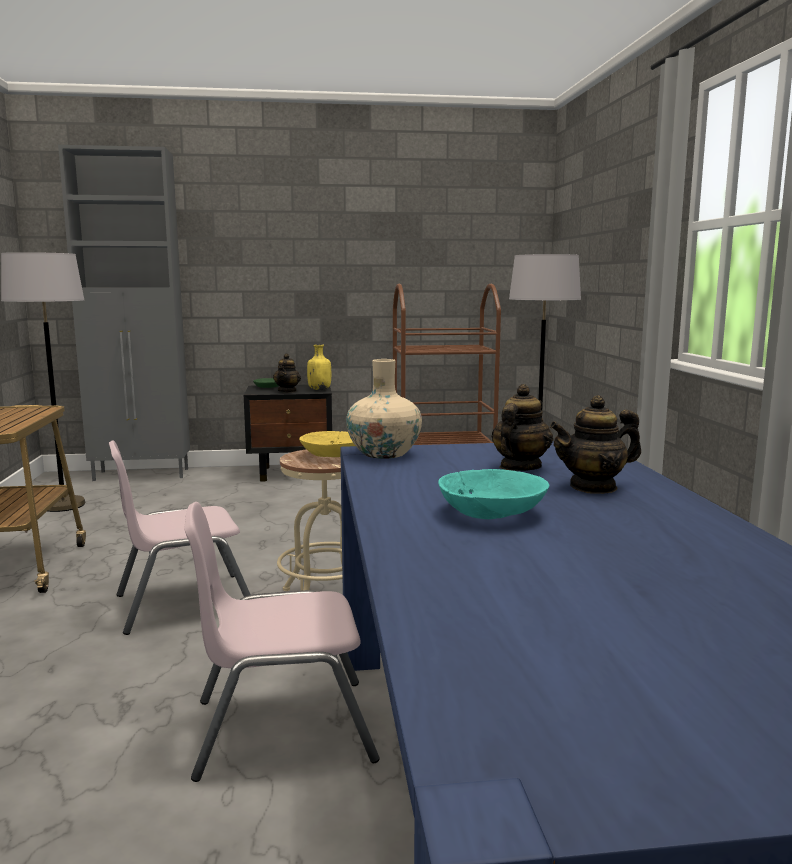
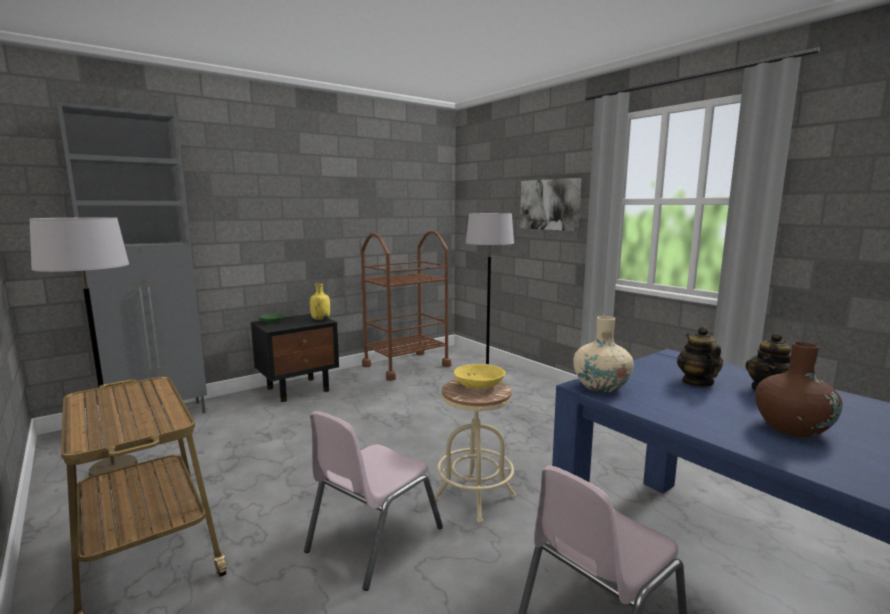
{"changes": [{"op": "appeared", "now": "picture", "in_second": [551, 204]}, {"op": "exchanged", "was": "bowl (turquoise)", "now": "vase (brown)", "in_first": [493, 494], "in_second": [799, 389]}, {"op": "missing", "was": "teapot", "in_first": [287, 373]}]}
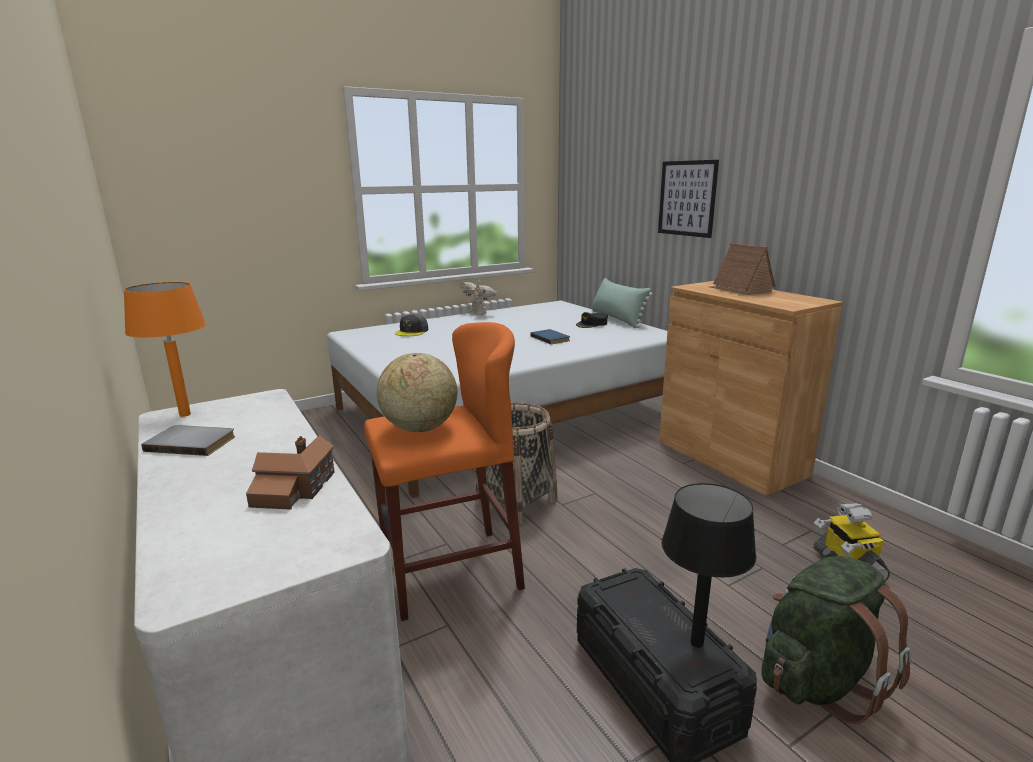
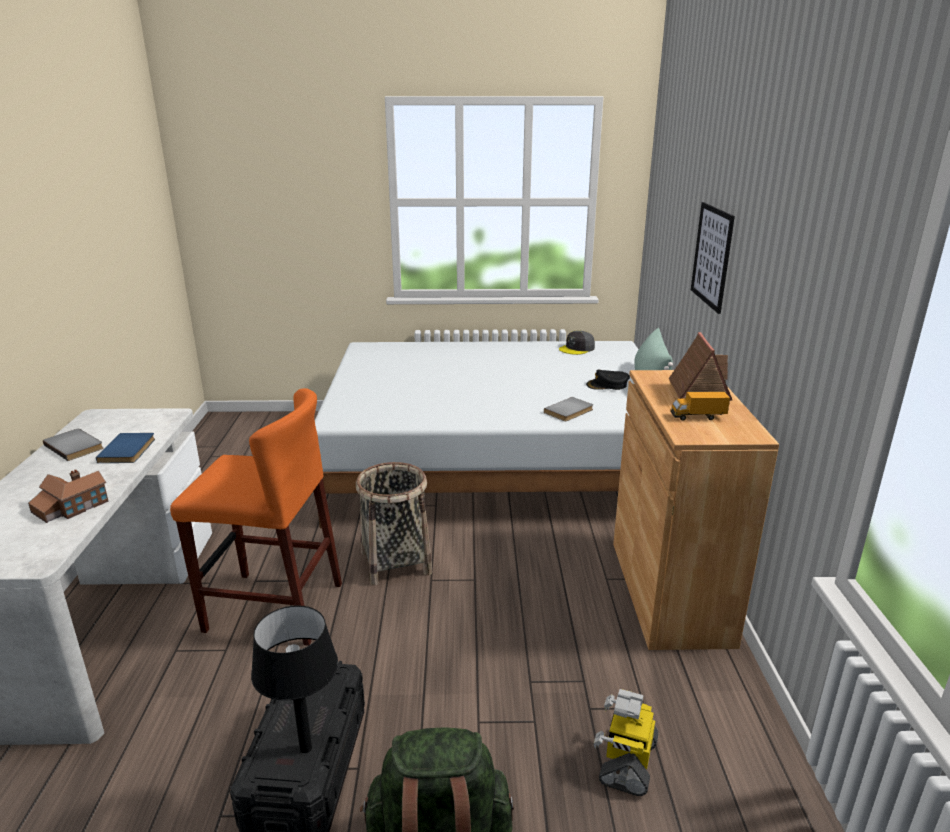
{"changes": [{"op": "relocated", "was": "book (blue)", "in_first": [550, 336], "in_second": [125, 448]}, {"op": "appeared", "now": "book (grey)", "in_second": [568, 409]}, {"op": "relocated", "was": "cap (grey)", "in_first": [411, 325], "in_second": [577, 343]}, {"op": "appeared", "now": "toy truck", "in_second": [700, 406]}, {"op": "missing", "was": "table lamp (orange)", "in_first": [164, 349]}, {"op": "missing", "was": "globe", "in_first": [417, 392]}, {"op": "missing", "was": "toy robot", "in_first": [478, 296]}]}
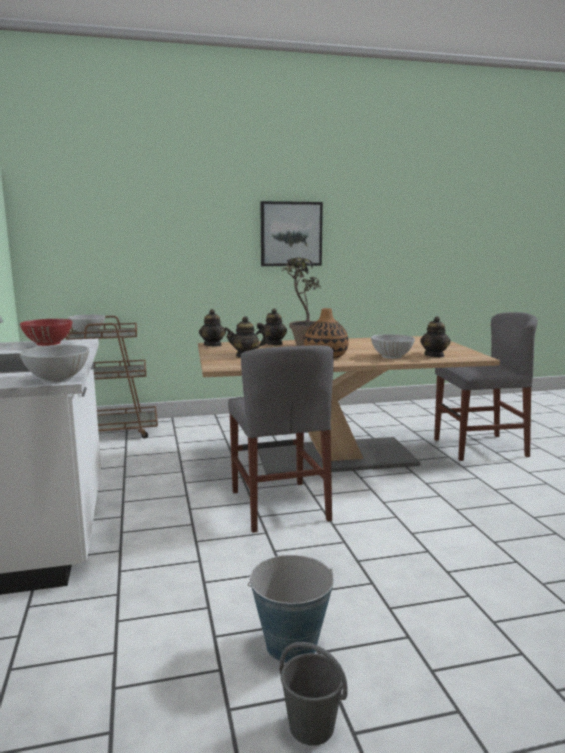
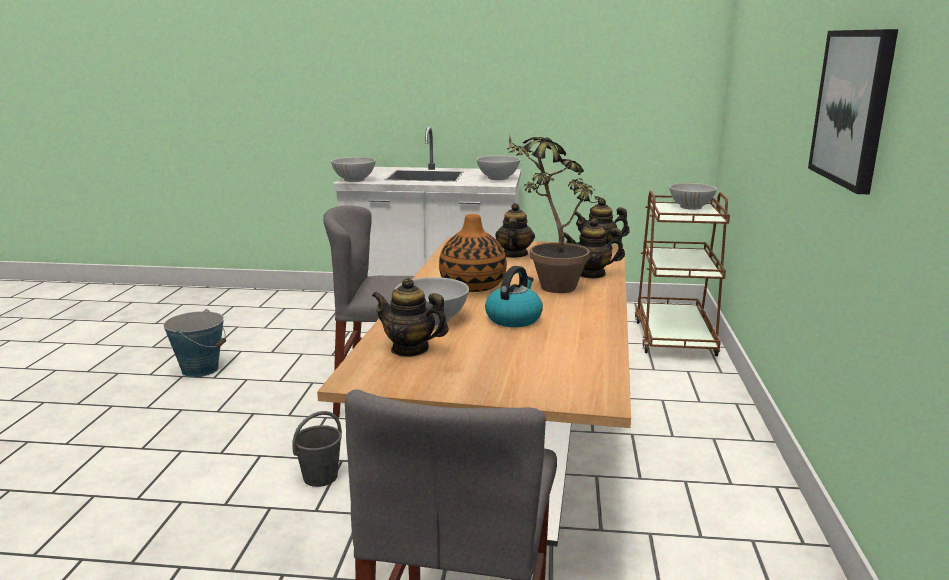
{"changes": [{"op": "relocated", "was": "bucket (grey)", "in_first": [313, 694], "in_second": [317, 449]}, {"op": "colour", "was": "bowl (red)", "now": "bowl (white)", "in_first": [46, 332], "in_second": [498, 167]}, {"op": "appeared", "now": "kettle", "in_second": [514, 296]}]}
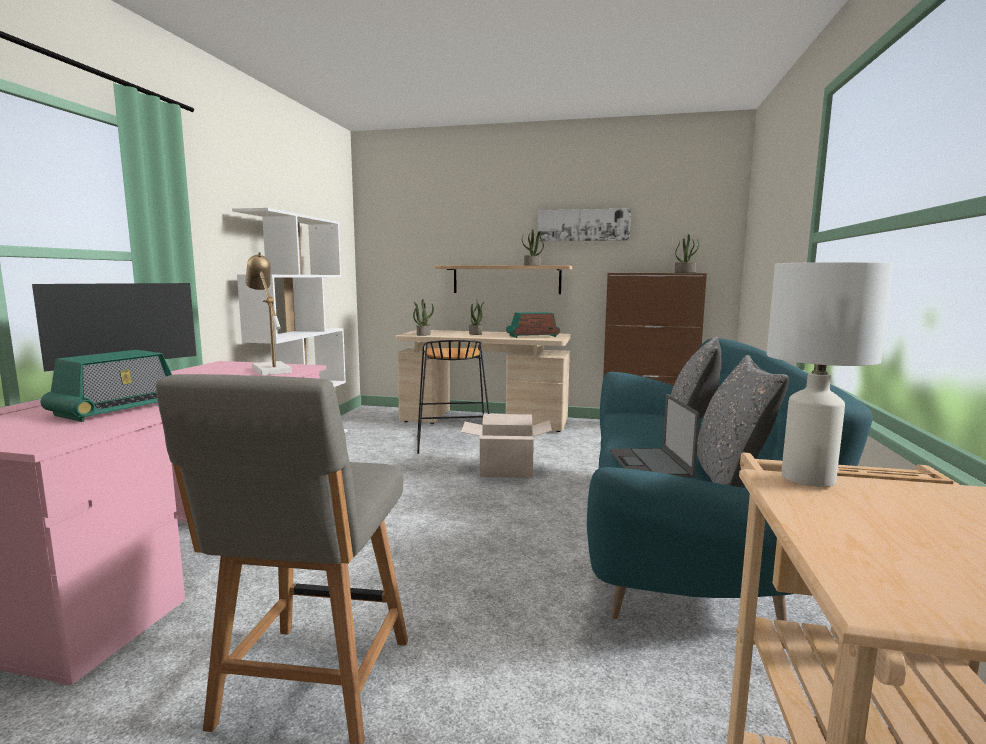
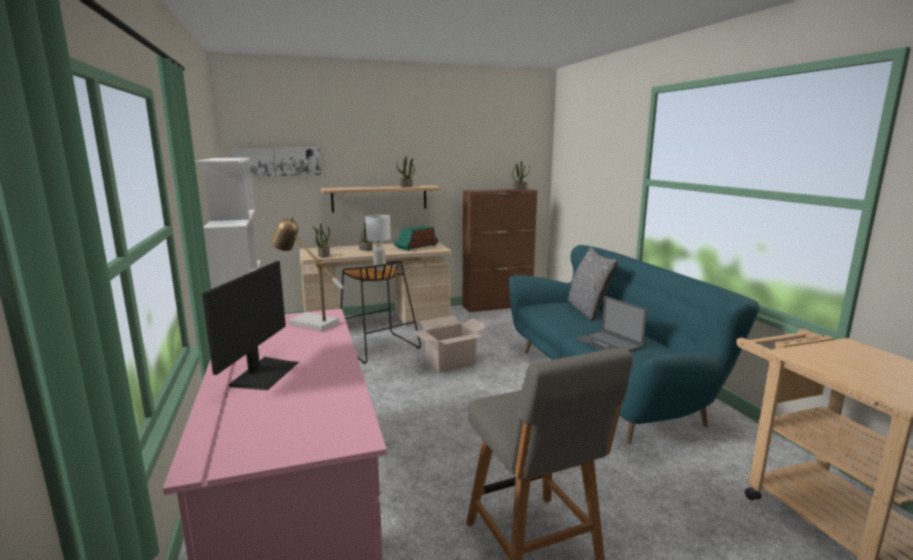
{"changes": [{"op": "relocated", "was": "picture", "in_first": [584, 224], "in_second": [277, 162]}, {"op": "relocated", "was": "table lamp (white)", "in_first": [830, 374], "in_second": [378, 242]}, {"op": "missing", "was": "radio", "in_first": [106, 386]}, {"op": "missing", "was": "pillow (grey)", "in_first": [743, 421]}]}
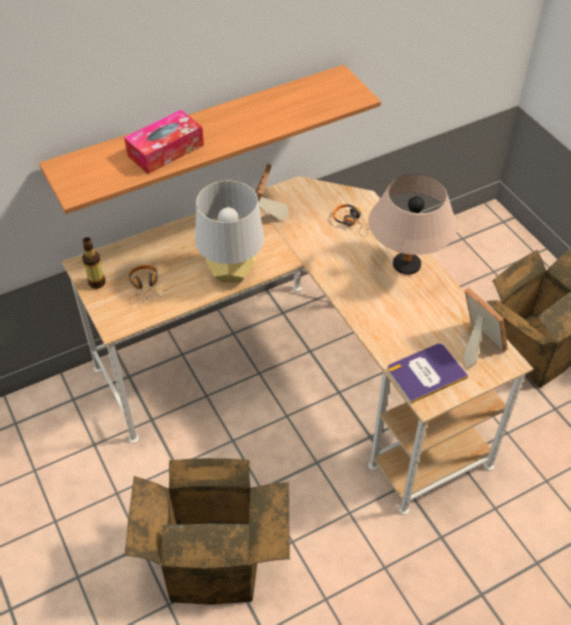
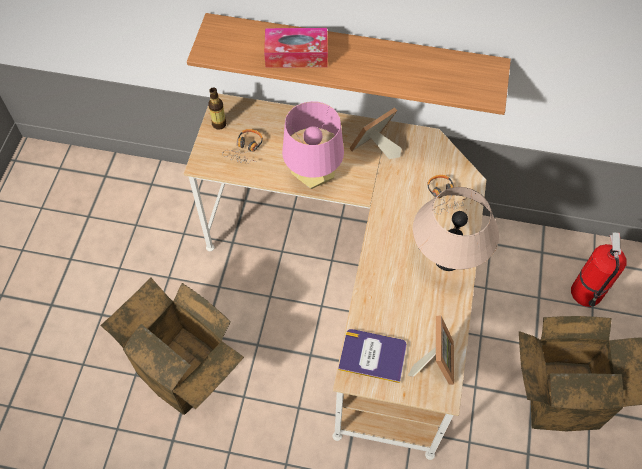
{"changes": [{"op": "colour", "was": "table lamp (grey)", "now": "table lamp (pink)", "in_first": [229, 232], "in_second": [313, 145]}, {"op": "appeared", "now": "fire extinguisher", "in_second": [599, 269]}]}
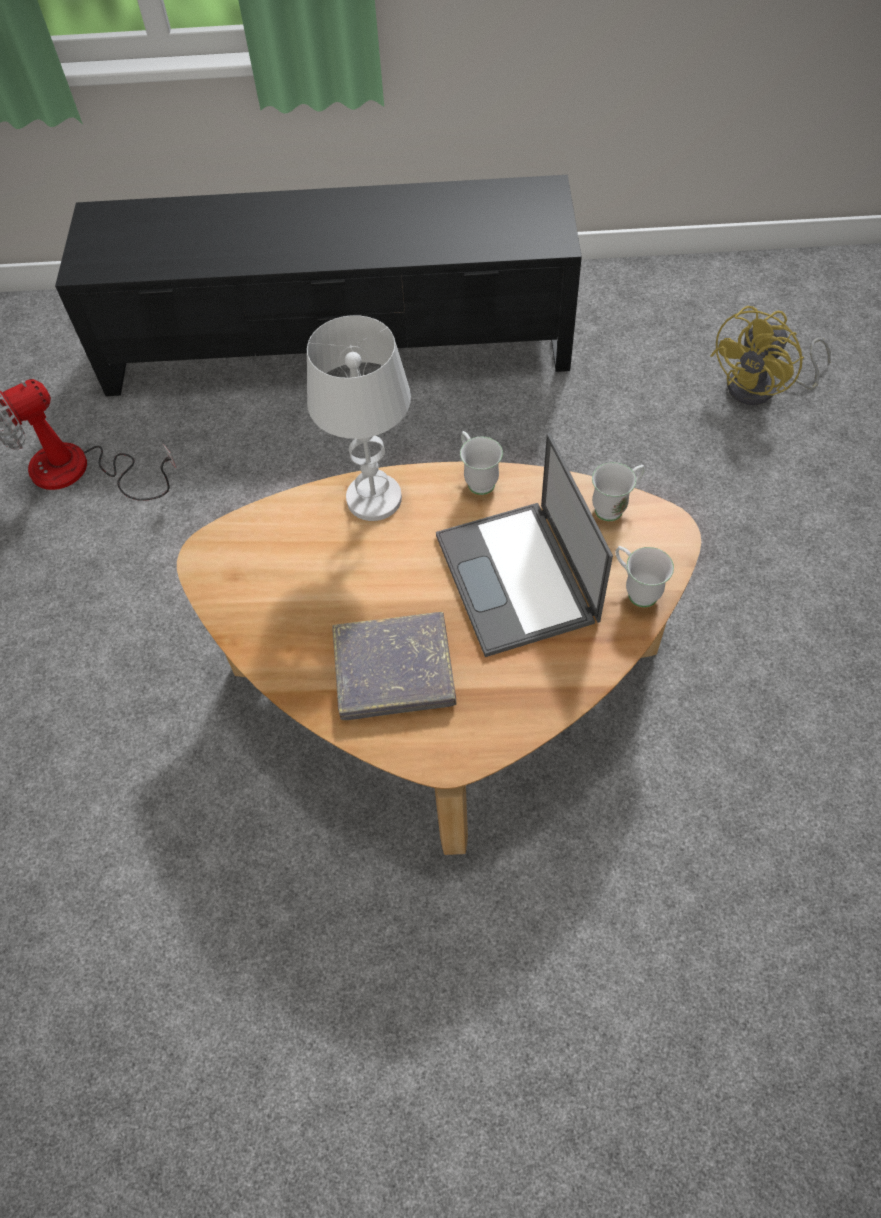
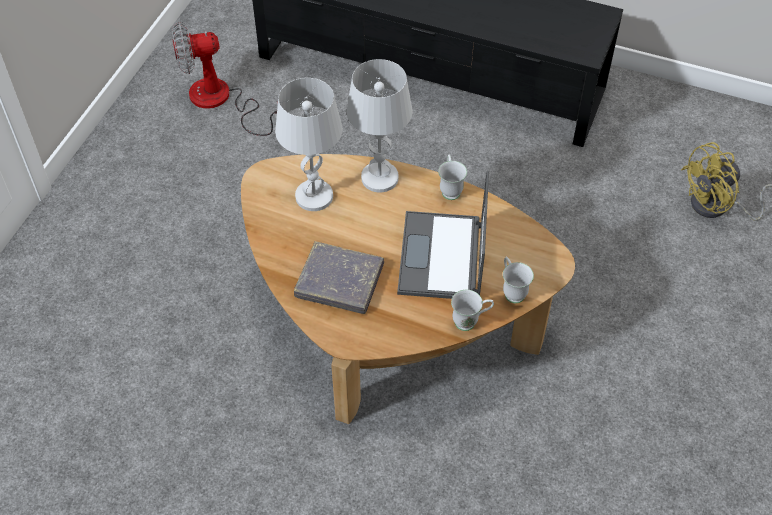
{"changes": [{"op": "appeared", "now": "table lamp (white)", "in_second": [309, 144]}, {"op": "relocated", "was": "mug (white)", "in_first": [618, 491], "in_second": [472, 310]}]}
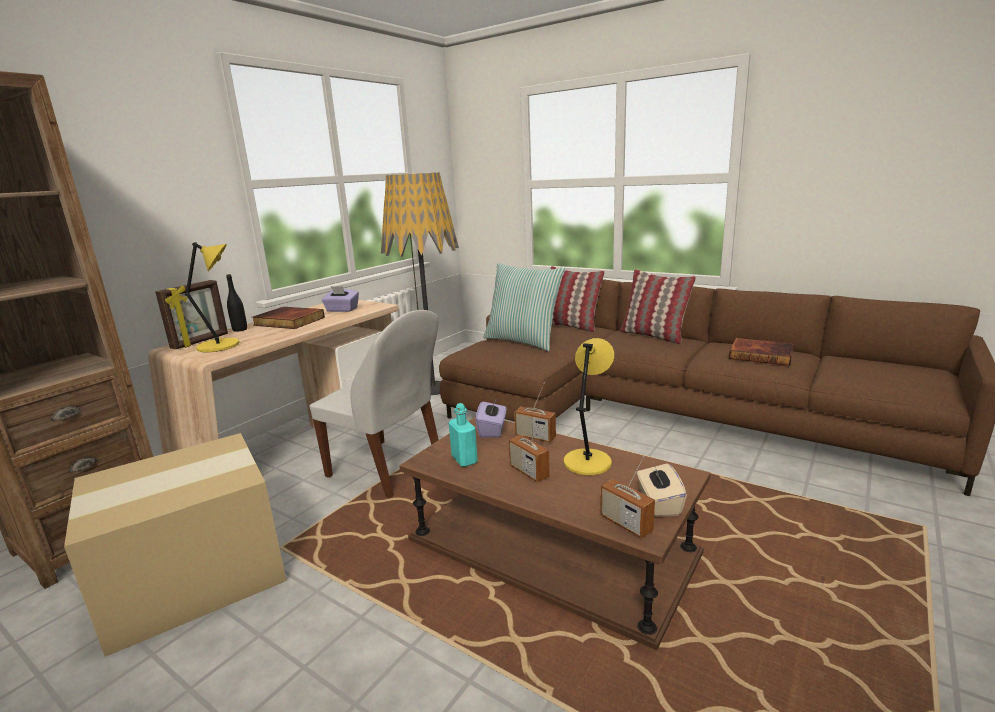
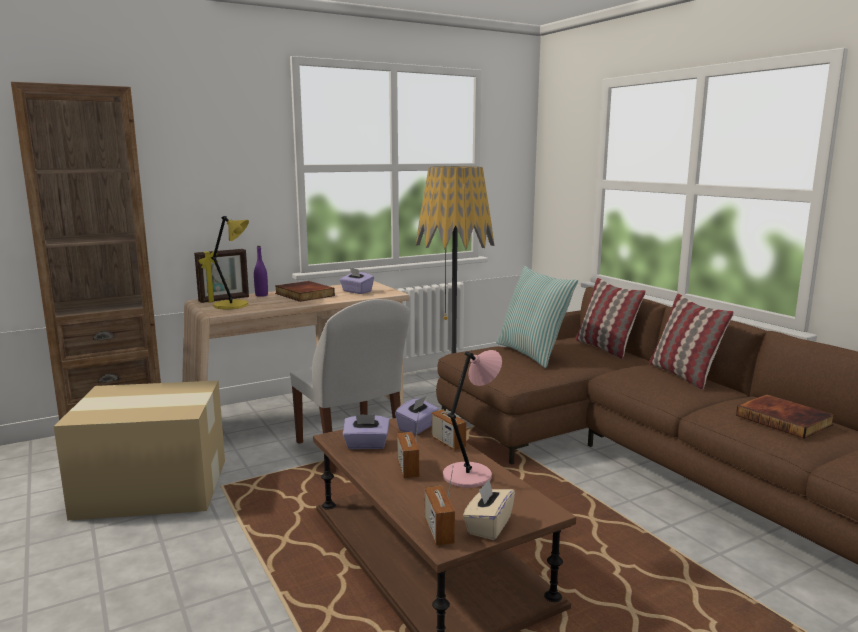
{"changes": [{"op": "colour", "was": "bottle (black)", "now": "bottle (purple)", "in_first": [236, 303], "in_second": [261, 271]}, {"op": "exchanged", "was": "bottle (turquoise)", "now": "tissue box (purple)", "in_first": [463, 435], "in_second": [366, 431]}, {"op": "colour", "was": "table lamp (yellow)", "now": "table lamp (pink)", "in_first": [589, 406], "in_second": [472, 419]}]}
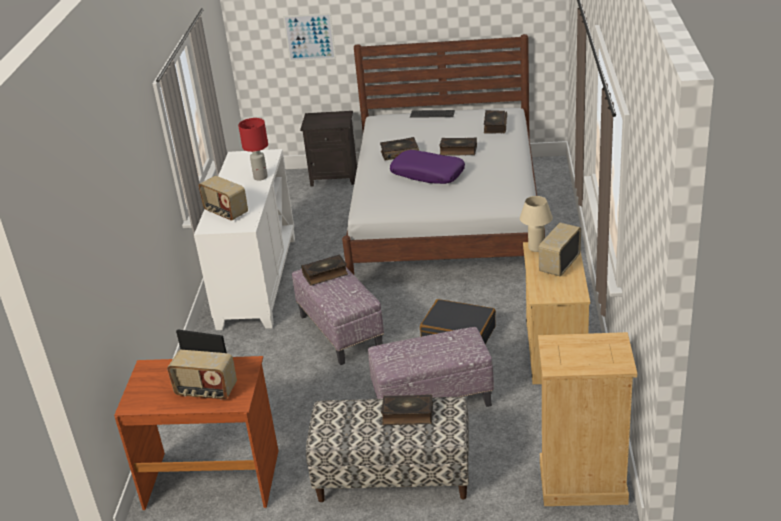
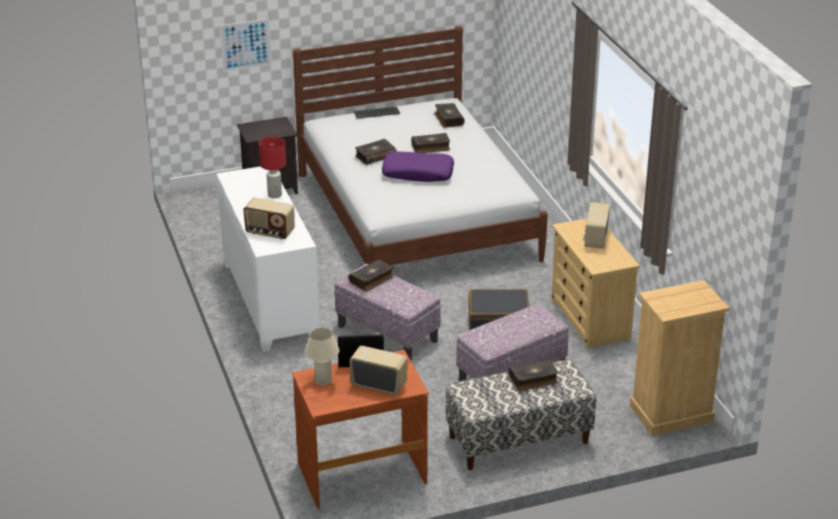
{"changes": [{"op": "relocated", "was": "table lamp (beige)", "in_first": [536, 224], "in_second": [322, 357]}, {"op": "spun", "was": "radio", "in_first": [202, 375], "in_second": [378, 370], "clockwise": -150}]}
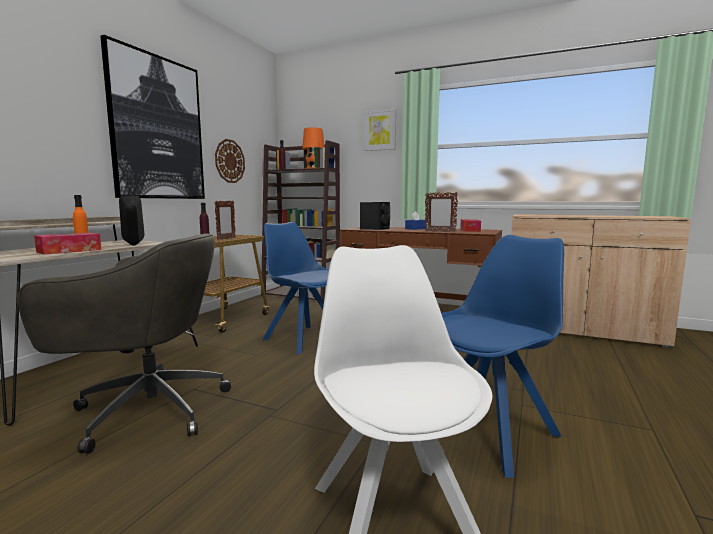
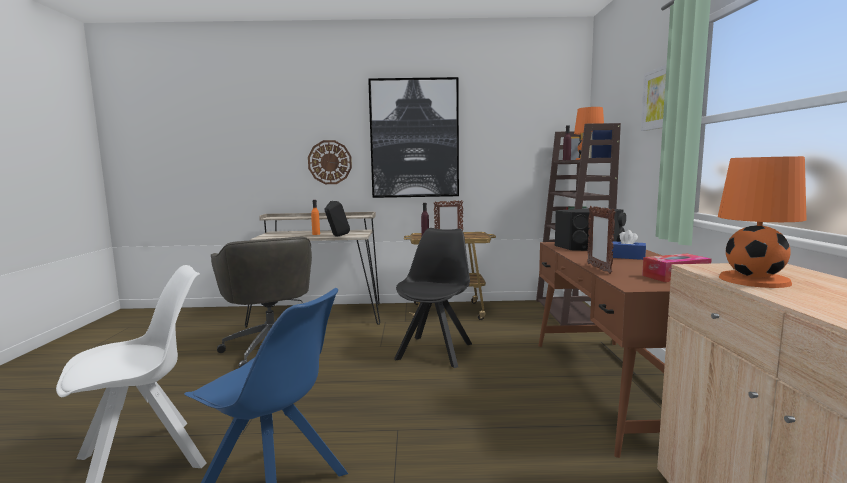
{"changes": [{"op": "relocated", "was": "wall clock", "in_first": [230, 161], "in_second": [330, 162]}, {"op": "colour", "was": "chair (blue)", "now": "chair (black)", "in_first": [296, 288], "in_second": [433, 298]}, {"op": "appeared", "now": "table lamp (orange)", "in_second": [762, 222]}, {"op": "missing", "was": "tissue box", "in_first": [67, 244]}]}
